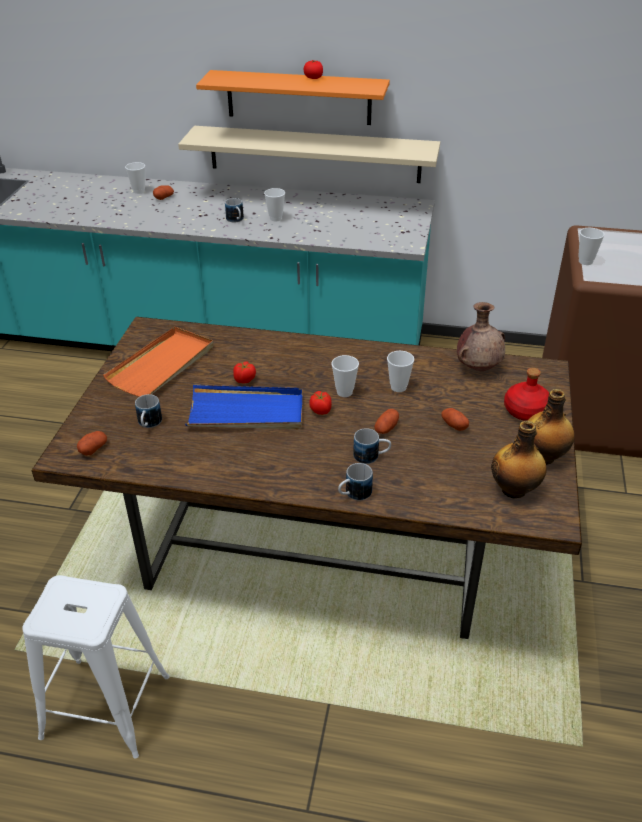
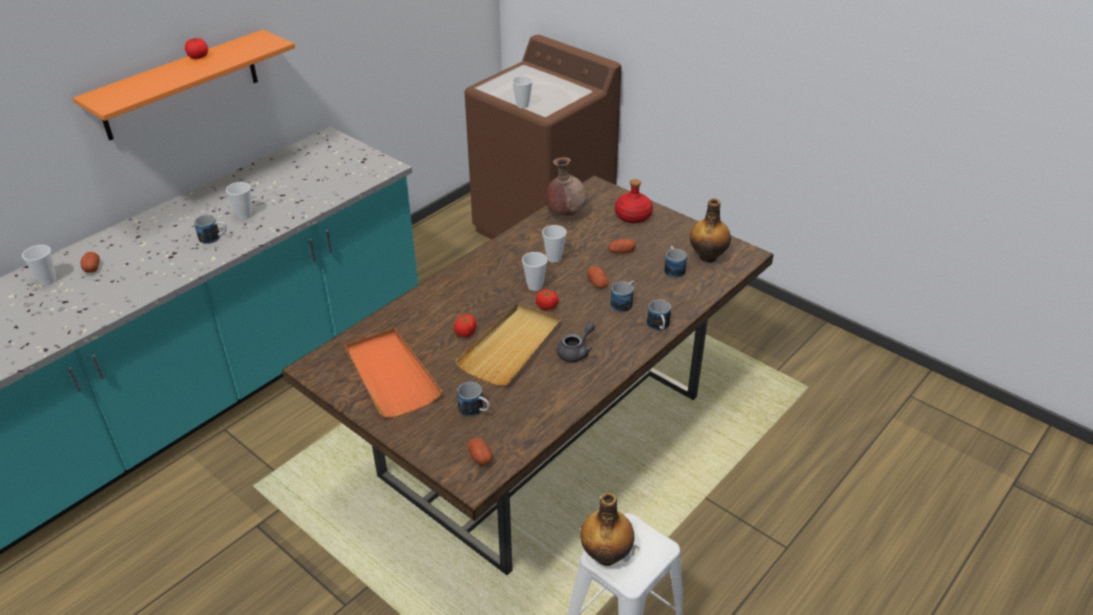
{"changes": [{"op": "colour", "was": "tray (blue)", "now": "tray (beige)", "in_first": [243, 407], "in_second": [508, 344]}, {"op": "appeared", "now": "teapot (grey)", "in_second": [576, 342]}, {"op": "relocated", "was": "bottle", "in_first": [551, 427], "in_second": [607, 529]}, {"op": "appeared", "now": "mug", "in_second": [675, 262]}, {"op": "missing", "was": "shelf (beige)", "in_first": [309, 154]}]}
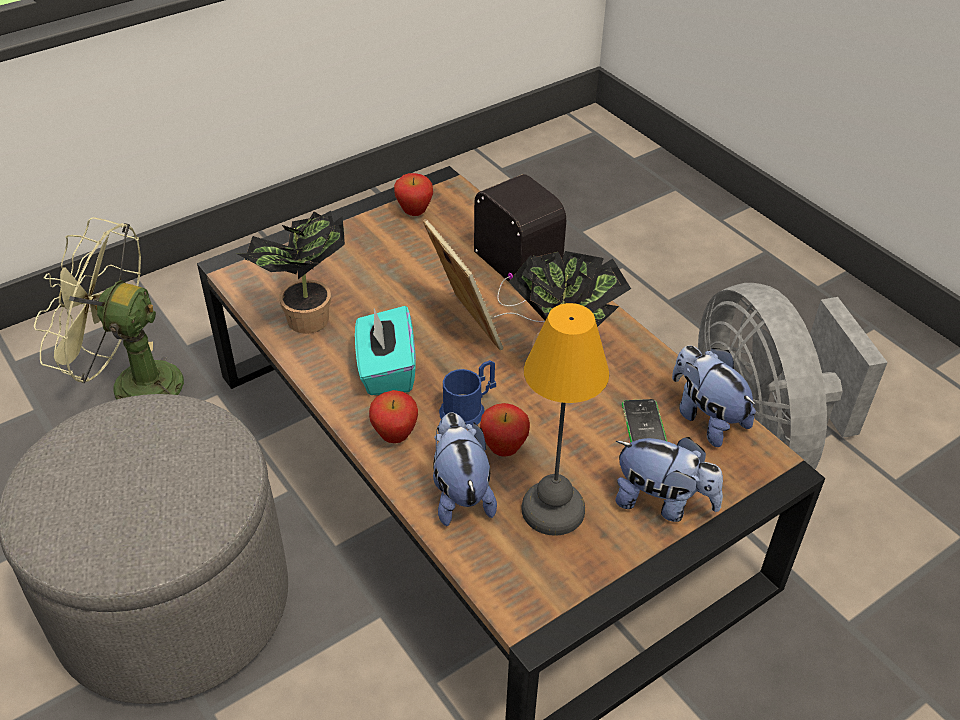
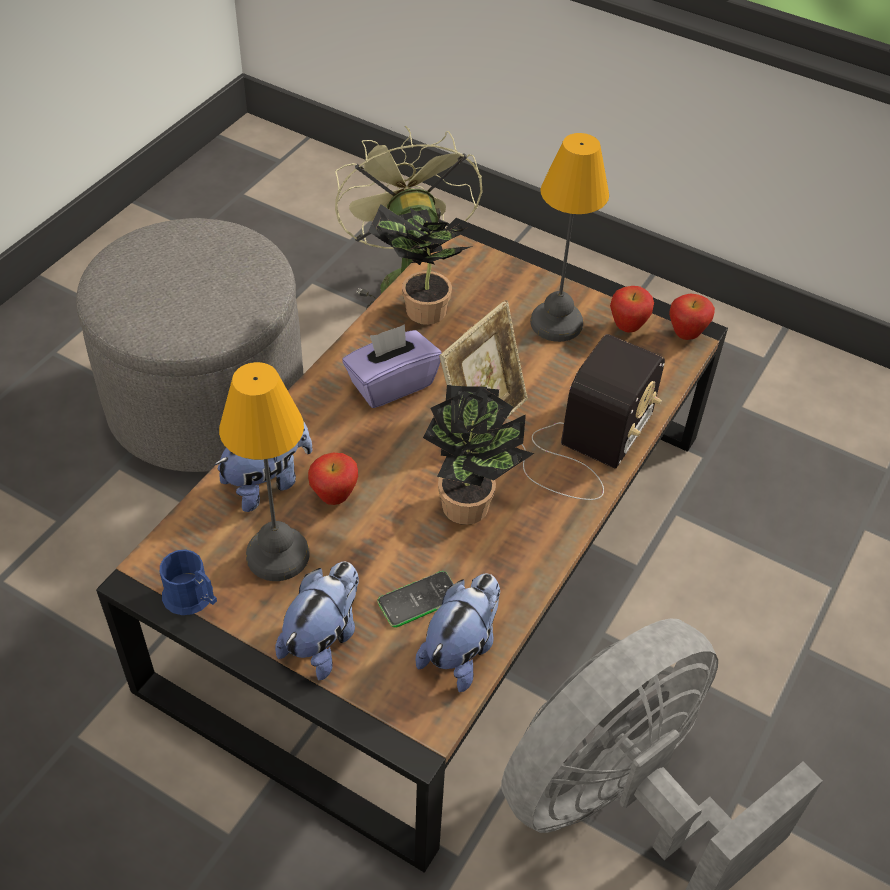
{"changes": [{"op": "relocated", "was": "mug (blue)", "in_first": [467, 394], "in_second": [188, 582]}, {"op": "spun", "was": "plush toy", "in_first": [669, 479], "in_second": [317, 621], "clockwise": -150}, {"op": "colour", "was": "tissue box (turquoise)", "now": "tissue box (purple)", "in_first": [385, 350], "in_second": [392, 366]}, {"op": "appeared", "now": "table lamp", "in_second": [569, 237]}, {"op": "relocated", "was": "apple", "in_first": [393, 416], "in_second": [692, 317]}]}
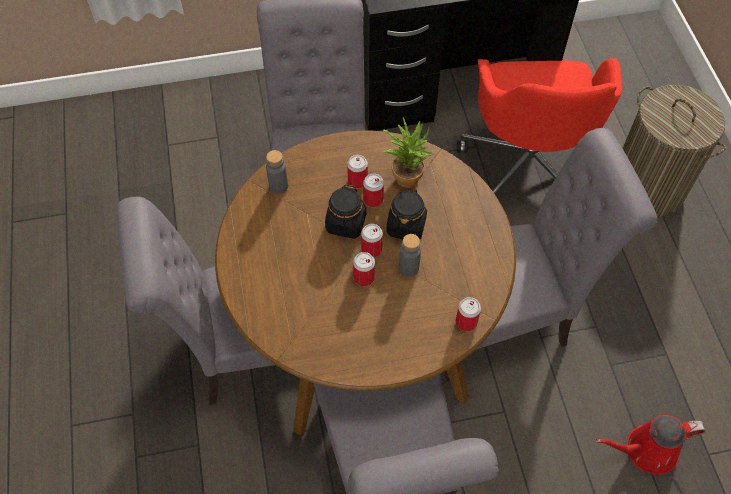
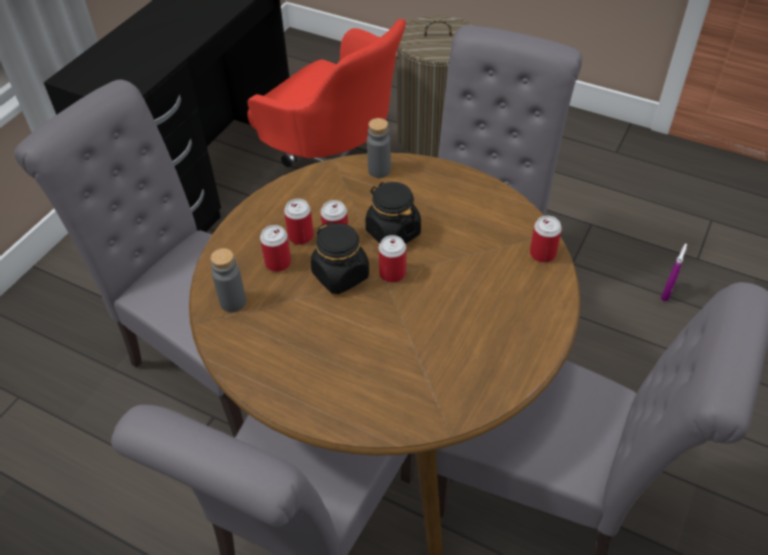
{"changes": [{"op": "relocated", "was": "can", "in_first": [364, 269], "in_second": [275, 248]}, {"op": "relocated", "was": "bottle (grey)", "in_first": [410, 255], "in_second": [379, 148]}, {"op": "exchanged", "was": "watering can (red)", "now": "spray bottle (purple)", "in_first": [651, 445], "in_second": [674, 273]}, {"op": "missing", "was": "potted plant", "in_first": [408, 152]}]}
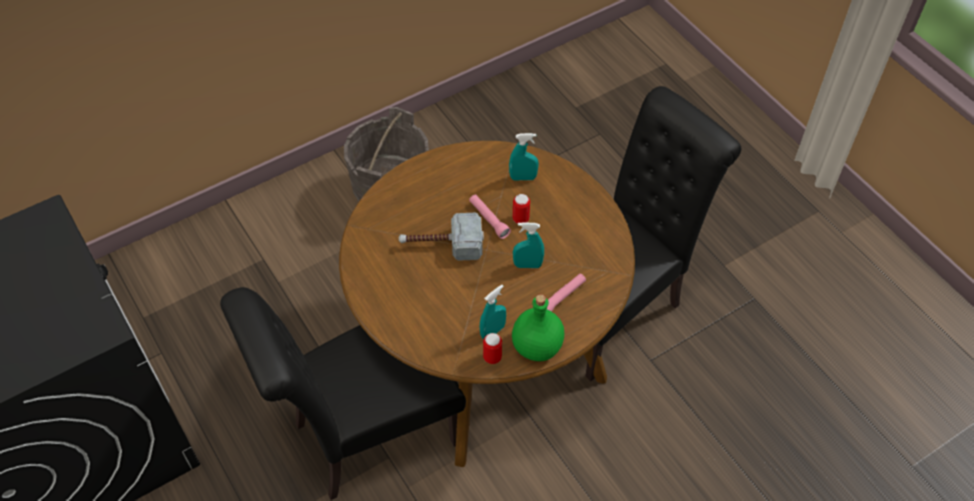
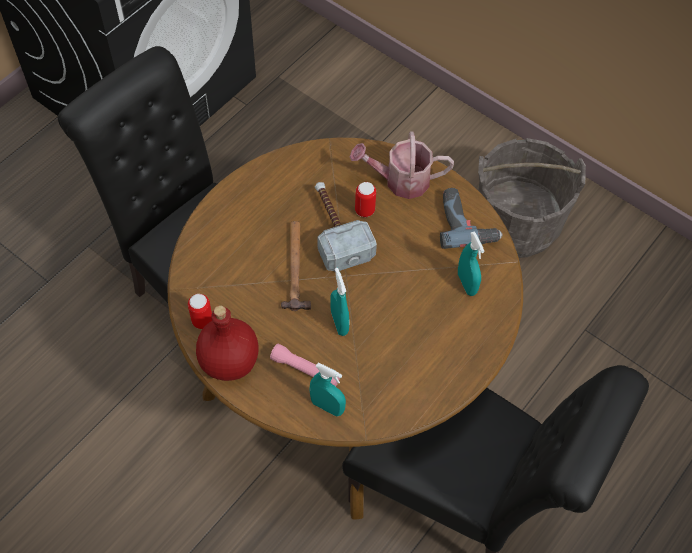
{"changes": [{"op": "colour", "was": "bottle (green)", "now": "bottle (red)", "in_first": [538, 327], "in_second": [227, 343]}, {"op": "appeared", "now": "hammer", "in_second": [296, 266]}, {"op": "relocated", "was": "spray bottle (turquoise)", "in_first": [493, 312], "in_second": [327, 390]}, {"op": "appeared", "now": "watering can", "in_second": [402, 165]}, {"op": "relocated", "was": "can", "in_first": [521, 209], "in_second": [365, 199]}, {"op": "appeared", "now": "power drill", "in_second": [471, 218]}, {"op": "missing", "was": "flashlight (pink)", "in_first": [490, 216]}]}
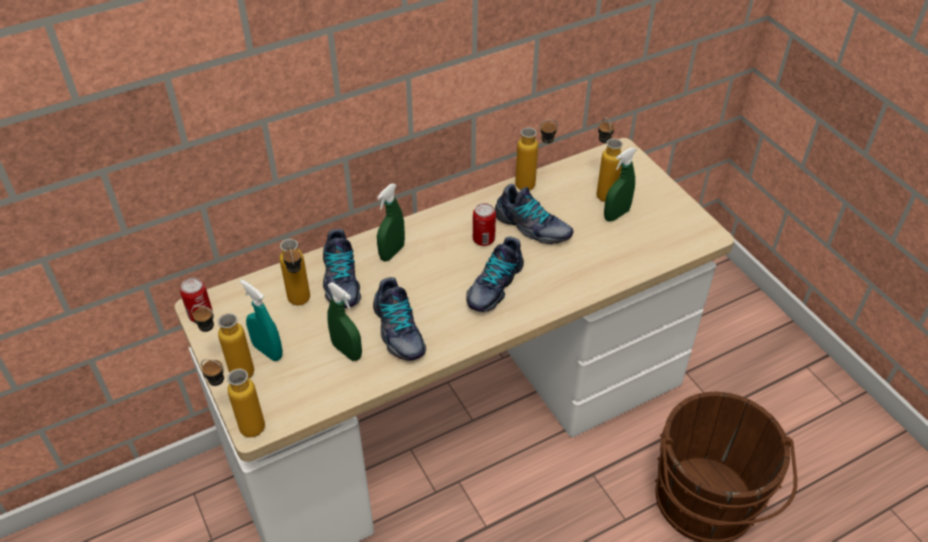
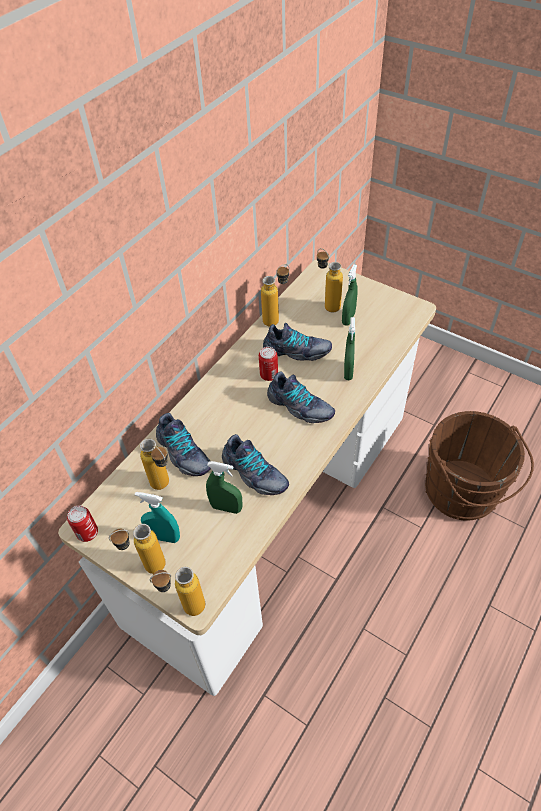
{"changes": [{"op": "spun", "was": "shoe", "in_first": [495, 274], "in_second": [301, 397], "clockwise": -60}, {"op": "relocated", "was": "spray bottle (green)", "in_first": [391, 222], "in_second": [349, 348]}]}
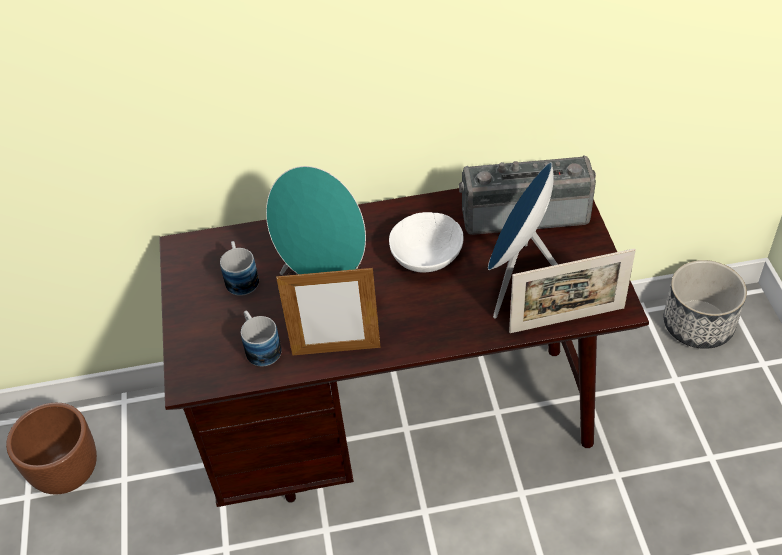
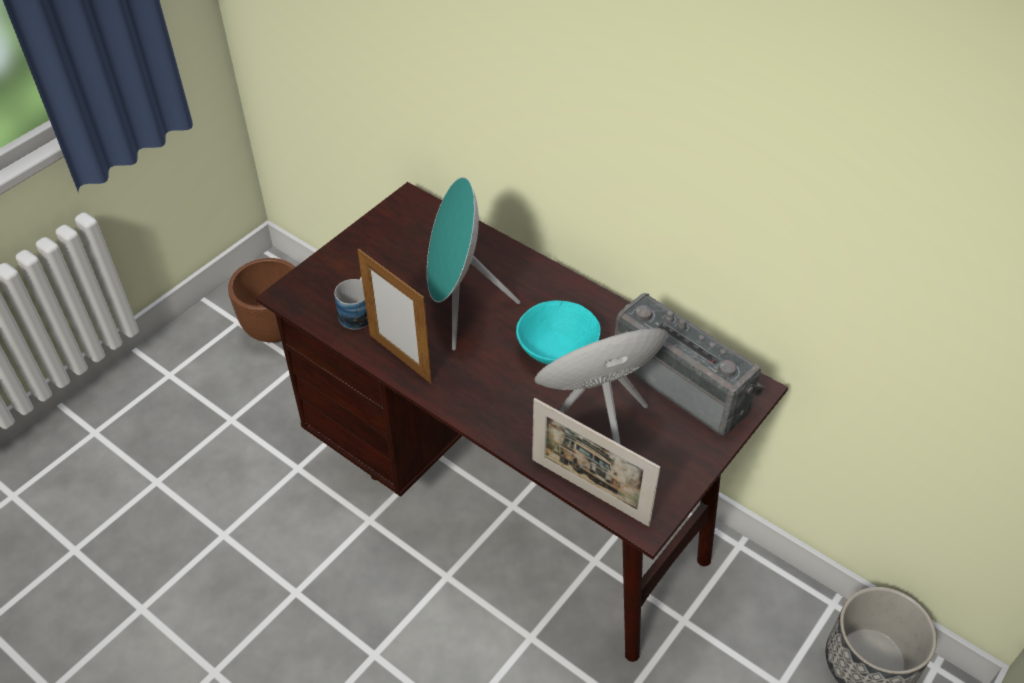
{"changes": [{"op": "colour", "was": "bowl (white)", "now": "bowl (turquoise)", "in_first": [426, 242], "in_second": [558, 333]}, {"op": "missing", "was": "mug", "in_first": [239, 268]}]}
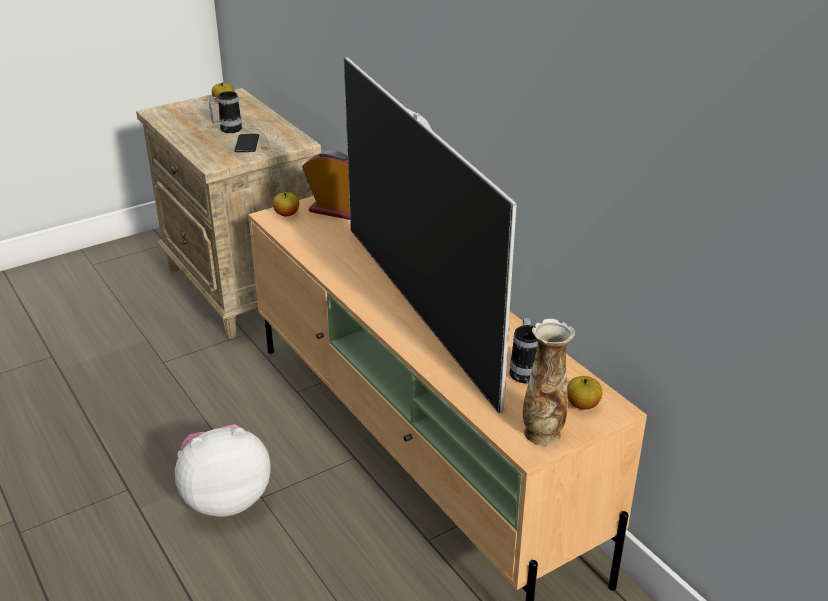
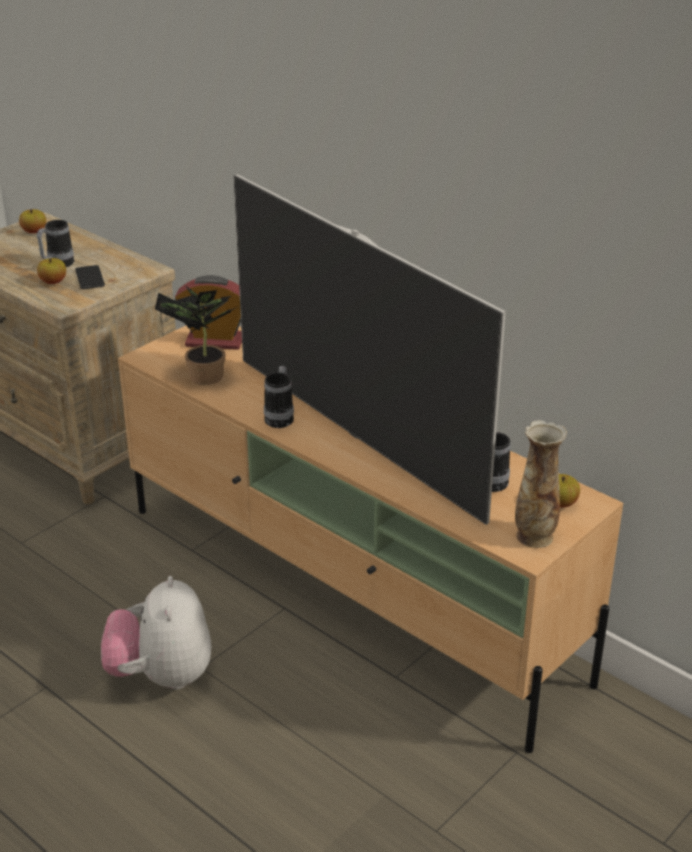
{"changes": [{"op": "relocated", "was": "apple", "in_first": [286, 204], "in_second": [51, 271]}, {"op": "spun", "was": "plush toy", "in_first": [223, 470], "in_second": [156, 632], "clockwise": -60}, {"op": "appeared", "now": "potted plant", "in_second": [196, 335]}, {"op": "appeared", "now": "mug", "in_second": [279, 397]}]}
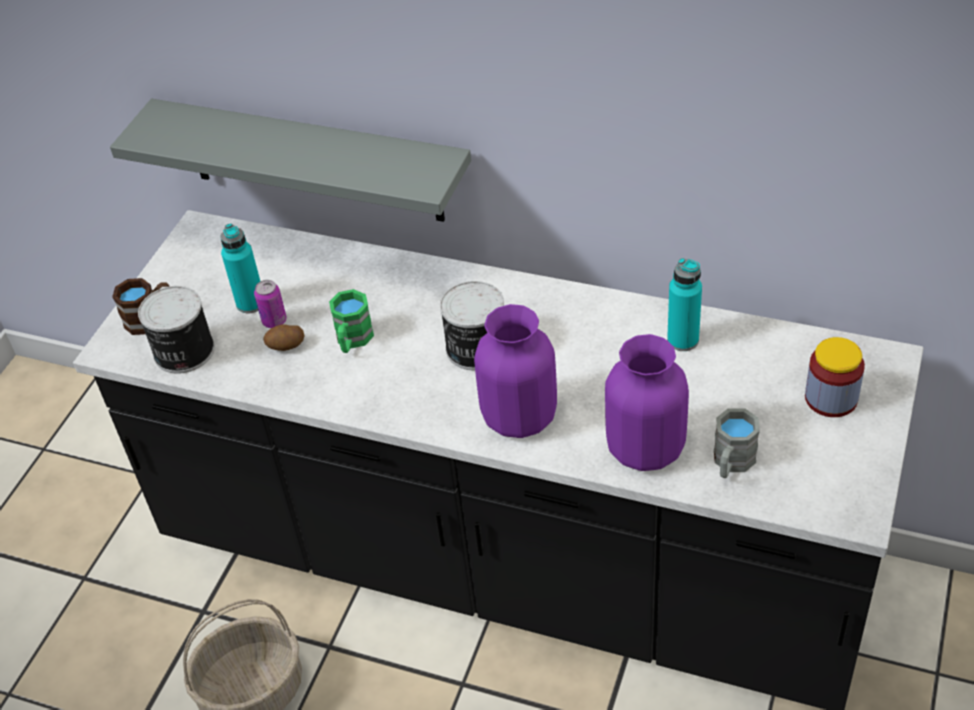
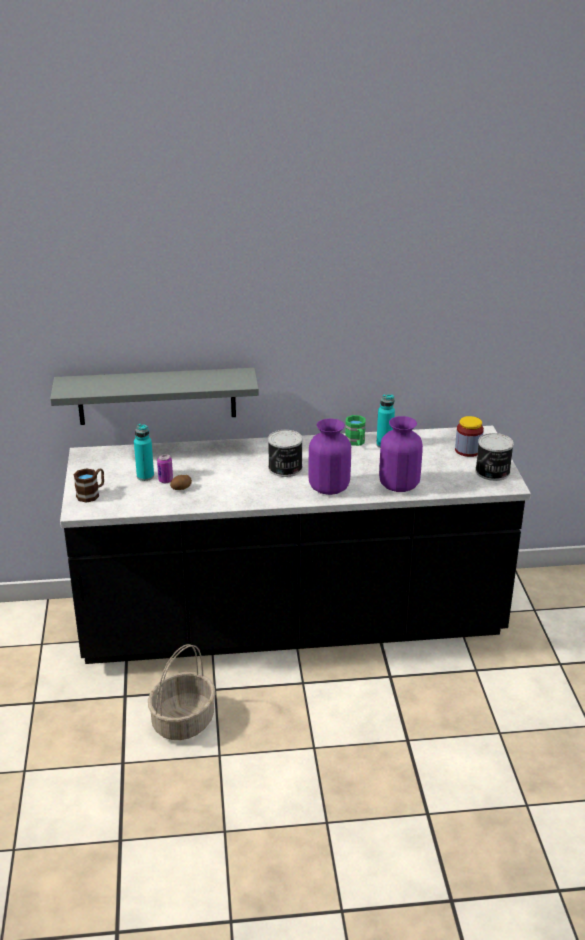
{"changes": [{"op": "relocated", "was": "mug (green)", "in_first": [351, 321], "in_second": [355, 430]}, {"op": "relocated", "was": "can", "in_first": [176, 330], "in_second": [494, 457]}, {"op": "missing", "was": "mug (grey)", "in_first": [737, 443]}]}
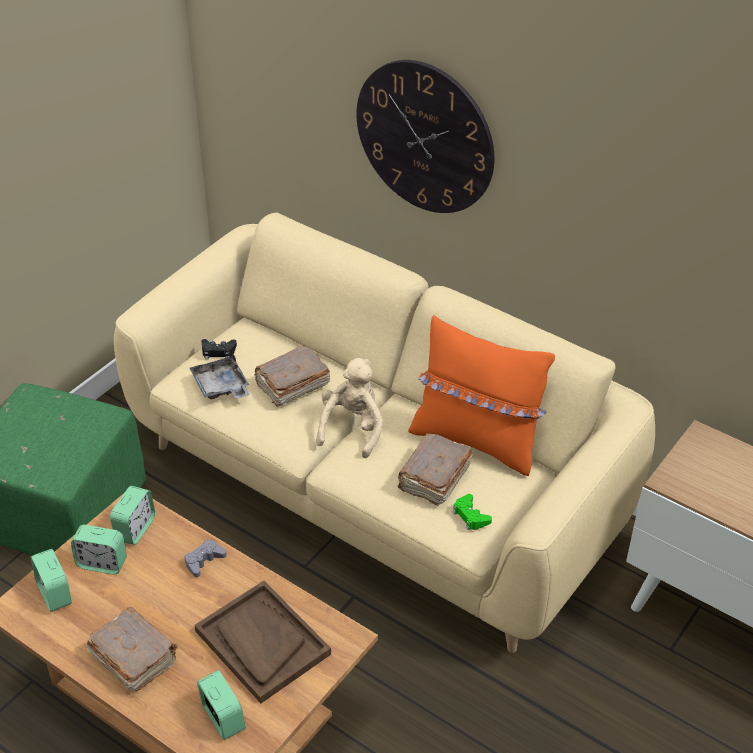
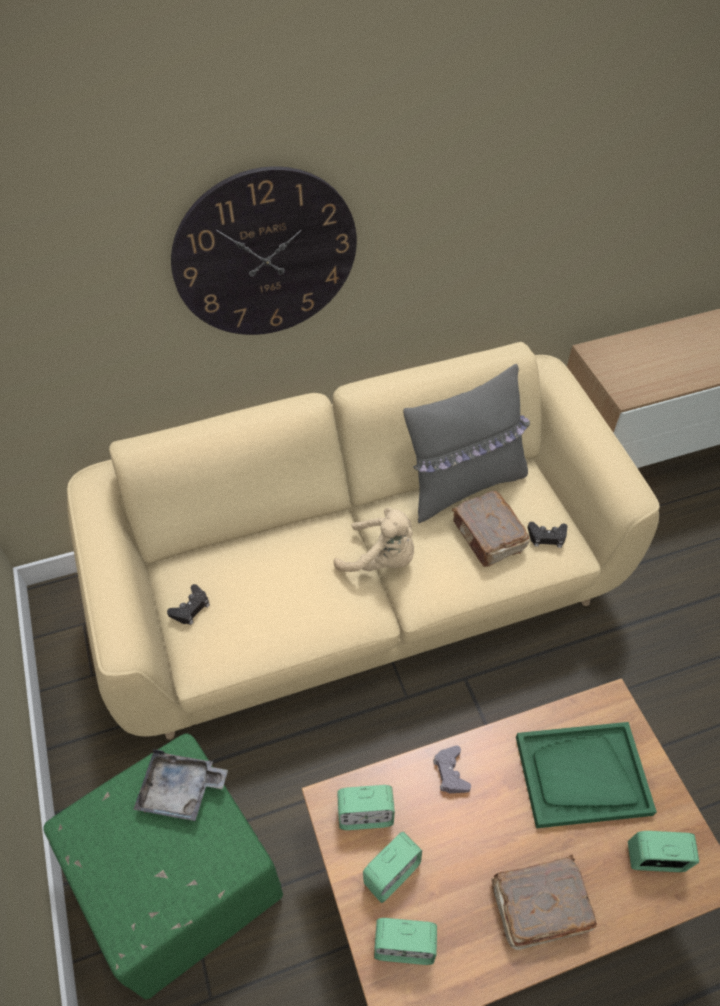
{"changes": [{"op": "relocated", "was": "tray (grey)", "in_first": [219, 376], "in_second": [180, 785]}, {"op": "spun", "was": "plush toy (beige)", "in_first": [349, 408], "in_second": [374, 540], "clockwise": 150}, {"op": "spun", "was": "alarm clock", "in_first": [132, 515], "in_second": [366, 807], "clockwise": 120}, {"op": "colour", "was": "pillow (orange)", "now": "pillow (grey)", "in_first": [481, 395], "in_second": [466, 443]}, {"op": "colour", "was": "tray (brown)", "now": "tray (green)", "in_first": [262, 642], "in_second": [586, 775]}, {"op": "colour", "was": "game controller (green)", "now": "game controller (black)", "in_first": [472, 512], "in_second": [548, 535]}, {"op": "missing", "was": "book (brown)", "in_first": [292, 376]}]}
